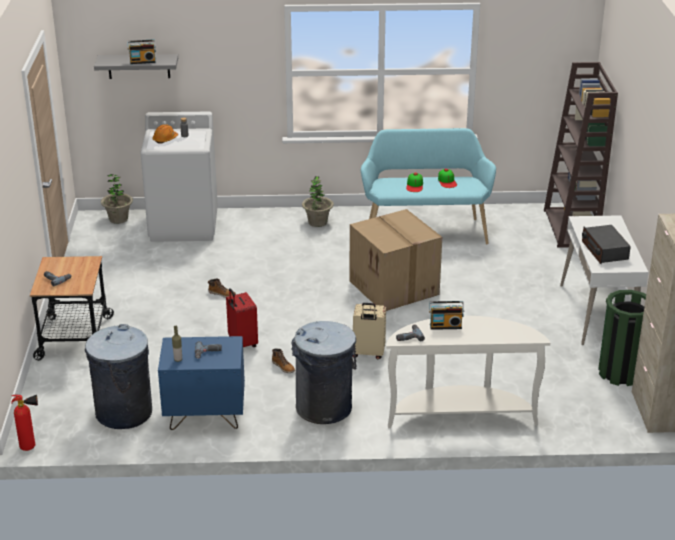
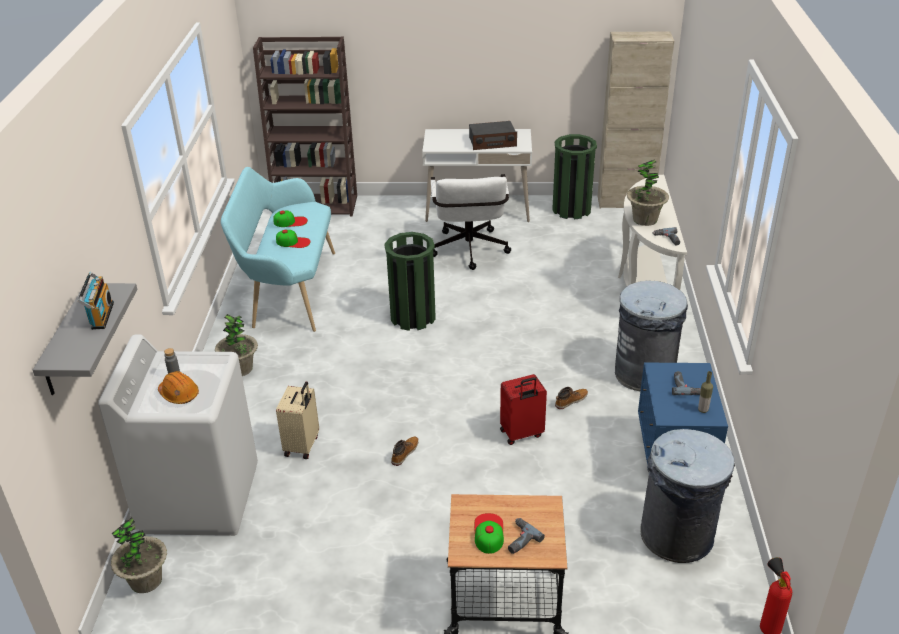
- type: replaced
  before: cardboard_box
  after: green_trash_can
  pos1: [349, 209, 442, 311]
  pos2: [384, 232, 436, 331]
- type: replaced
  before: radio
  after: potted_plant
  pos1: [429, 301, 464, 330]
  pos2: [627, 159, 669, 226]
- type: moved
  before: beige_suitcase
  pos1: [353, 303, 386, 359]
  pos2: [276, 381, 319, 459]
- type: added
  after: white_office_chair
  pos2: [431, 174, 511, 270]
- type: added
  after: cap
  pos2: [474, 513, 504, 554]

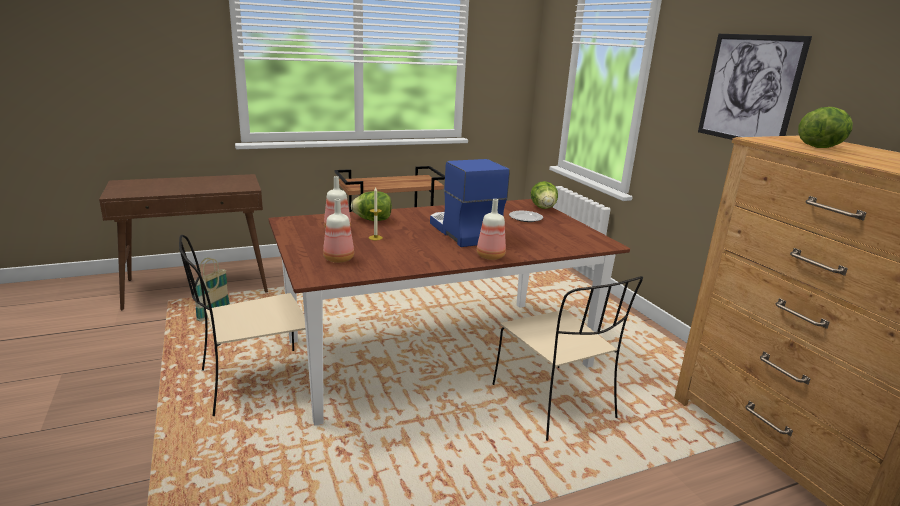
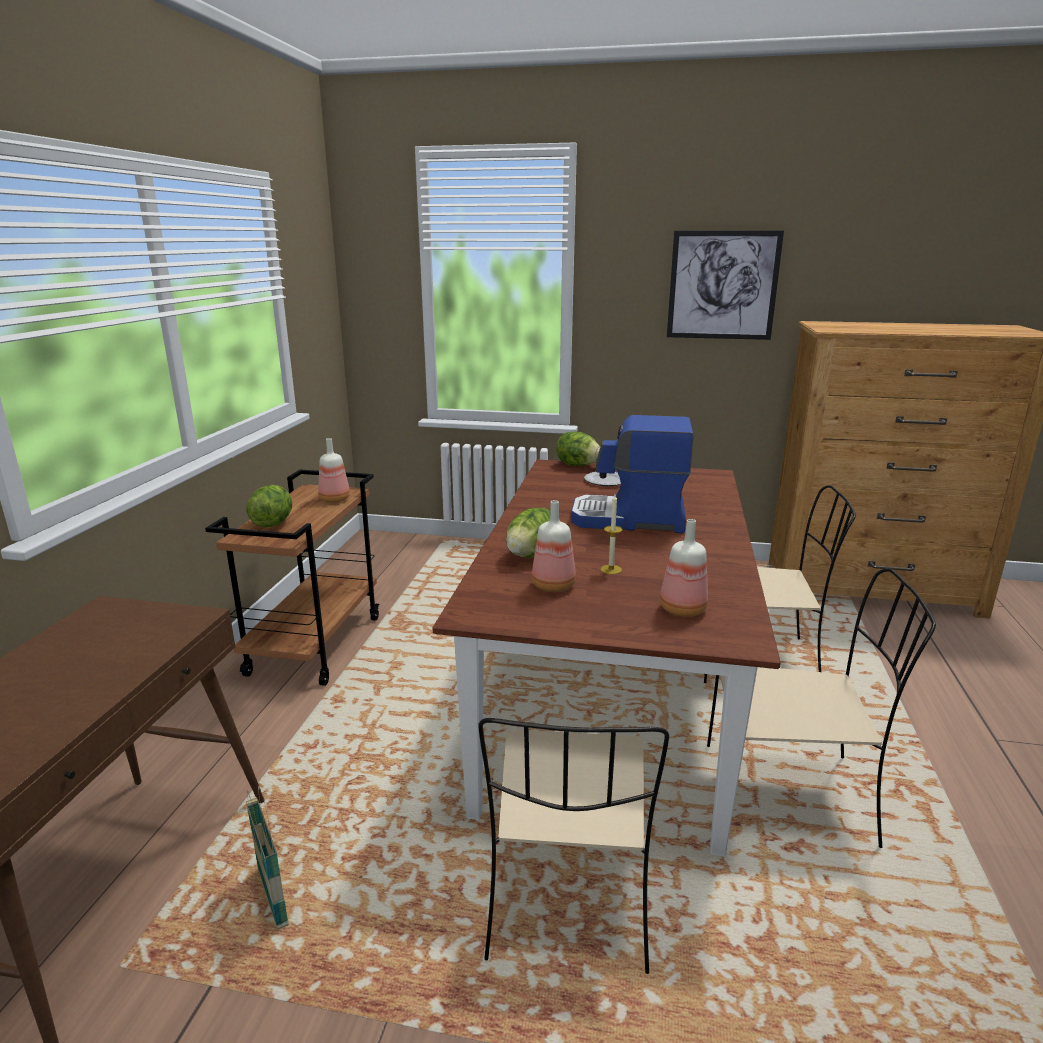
- type: moved
  before: lettuce
  pos1: [798, 107, 853, 148]
  pos2: [246, 485, 292, 528]
- type: moved
  before: bottle
  pos1: [477, 199, 506, 260]
  pos2: [318, 438, 350, 503]
- type: added
  after: beige_chair
  pos2: [707, 568, 936, 848]

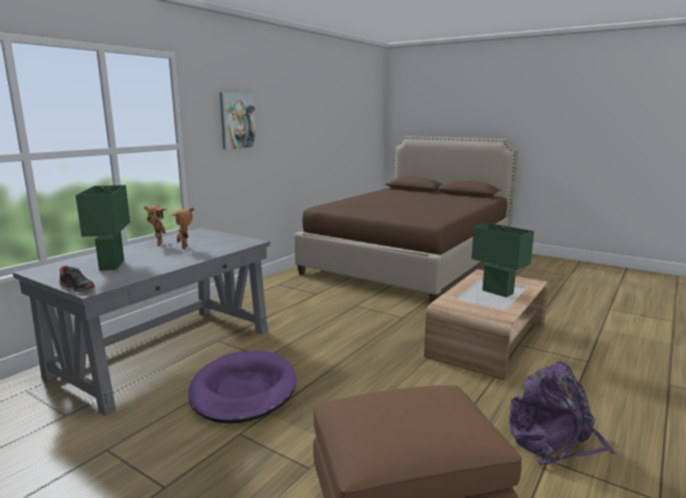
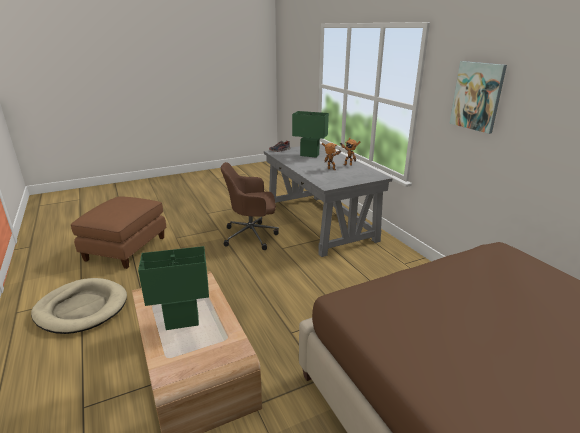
- type: replaced
  before: purple_dog_bed
  after: brown_office_chair
  pos1: [188, 351, 296, 423]
  pos2: [221, 162, 279, 250]
- type: replaced
  before: purple_backpack
  after: beige_dog_bed
  pos1: [509, 361, 616, 465]
  pos2: [31, 278, 127, 334]

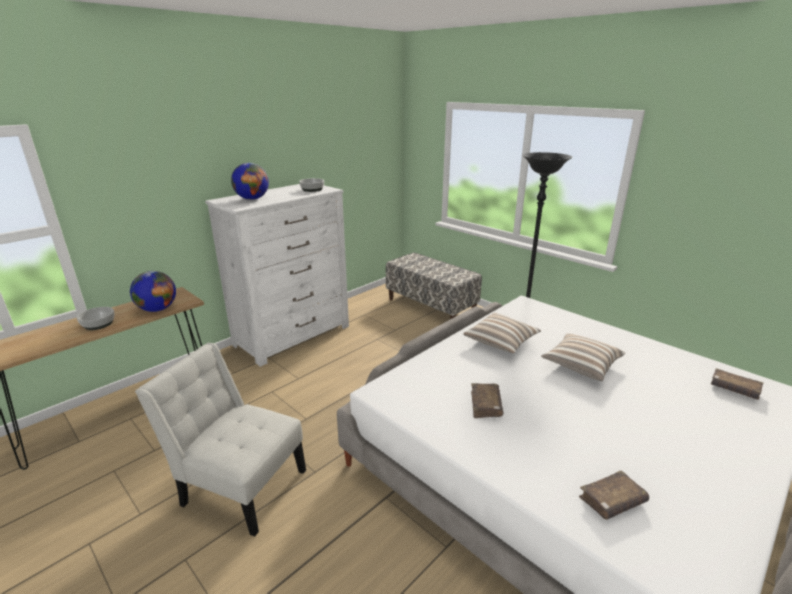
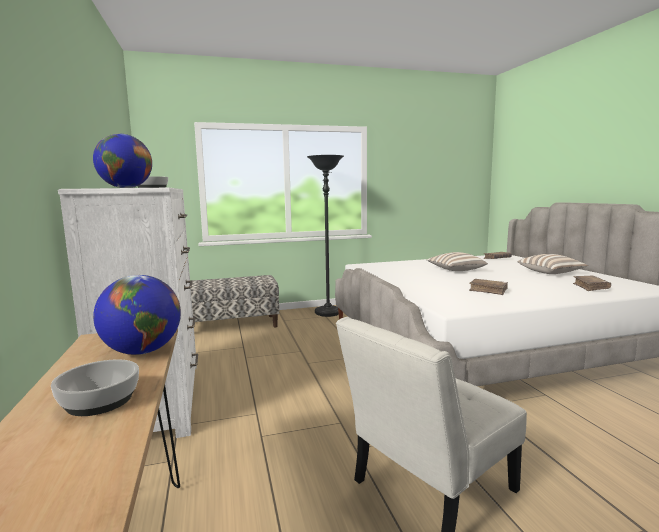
- type: moved
  before: pillow
  pos1: [463, 313, 541, 353]
  pos2: [518, 254, 588, 274]

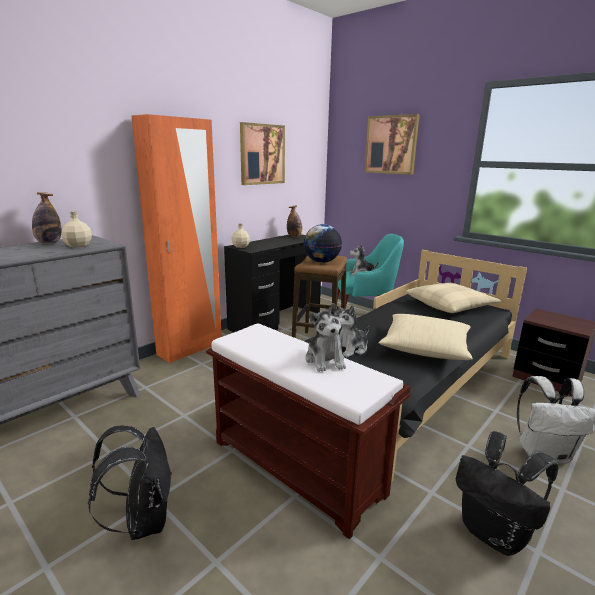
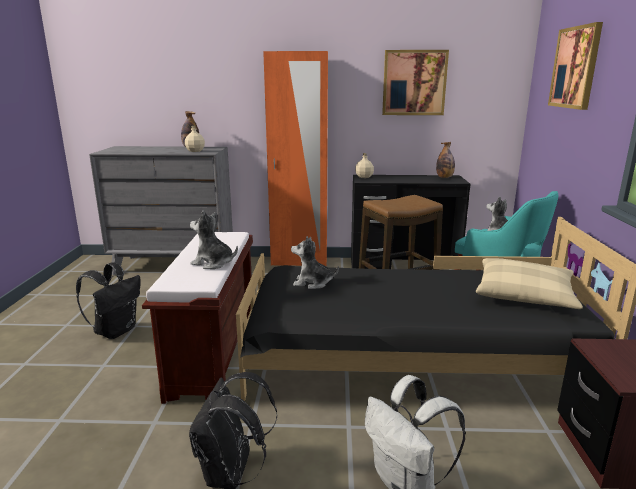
- type: removed
  before: globe
  pos1: [304, 224, 342, 263]
- type: turned
  before: plush_toy
  pos1: [305, 303, 346, 372]
  pos2: [190, 210, 238, 269]
  turn: 75
- type: removed
  before: beige_pillow
  pos1: [379, 314, 473, 360]

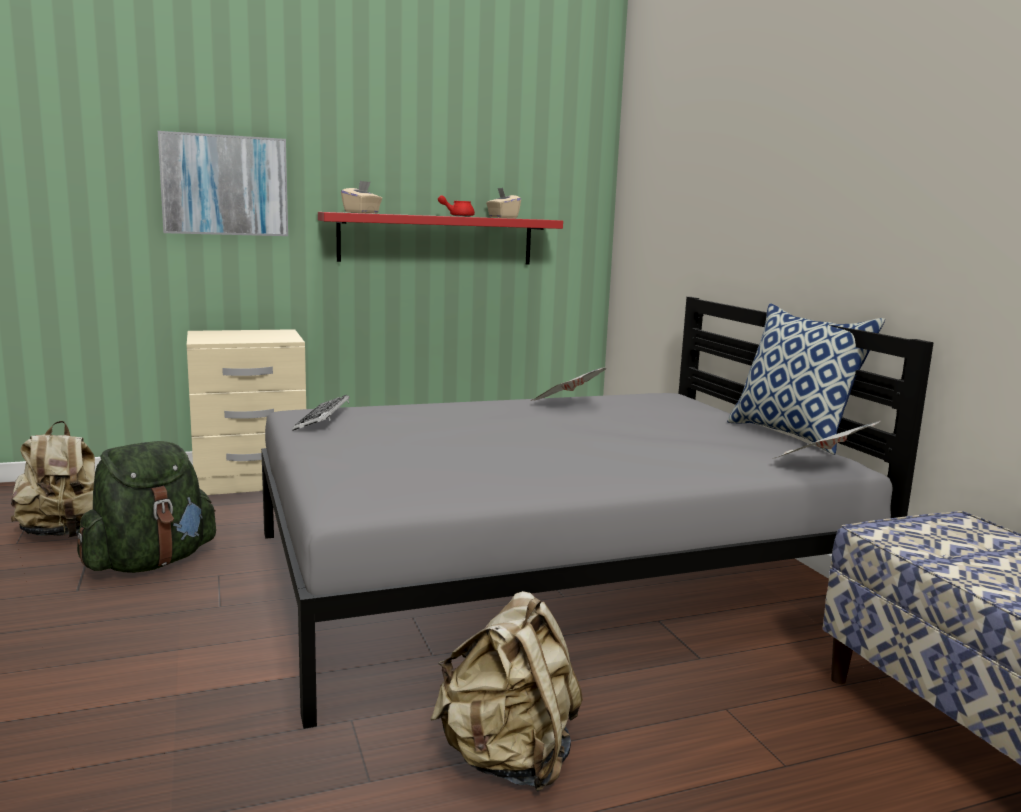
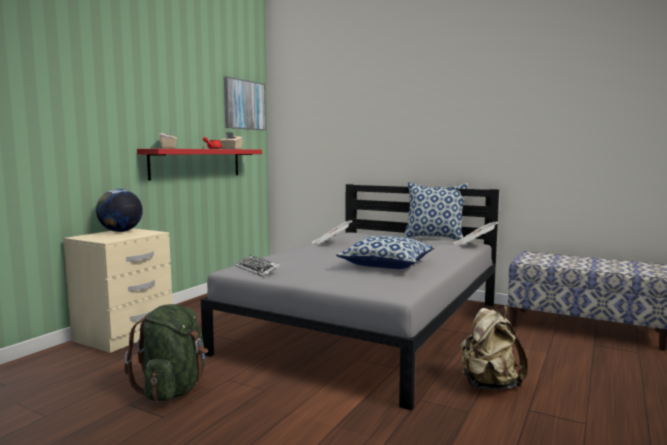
- type: moved
  before: picture
  pos1: [158, 131, 288, 236]
  pos2: [224, 76, 266, 130]
- type: removed
  before: beige_backpack
  pos1: [11, 421, 95, 538]
- type: added
  after: globe
  pos2: [96, 189, 143, 232]
- type: added
  after: pillow
  pos2: [336, 236, 435, 269]

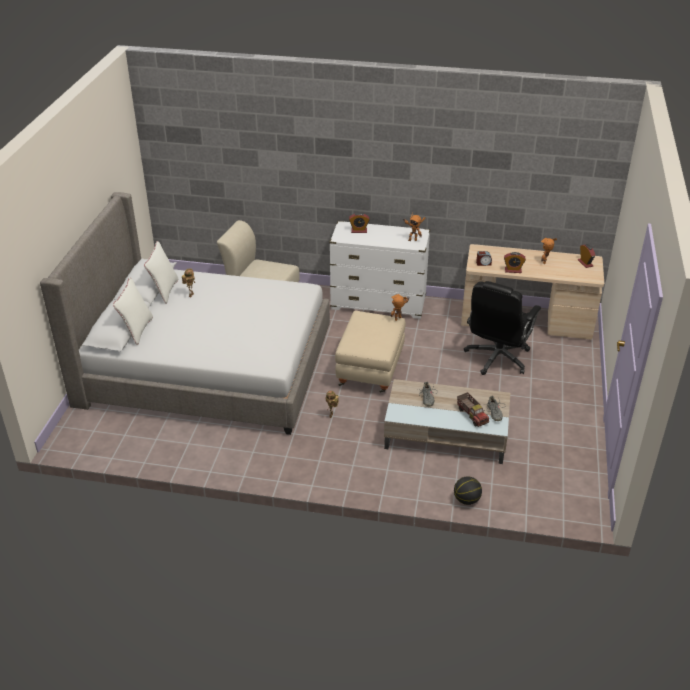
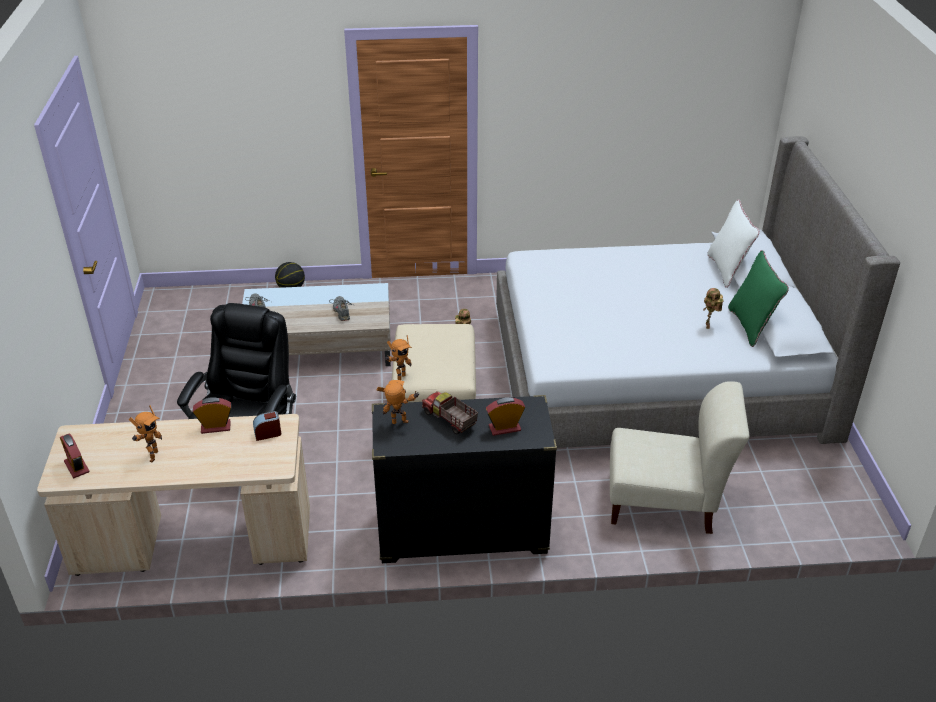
- type: recoloured
  before: white_dresser
  after: black_dresser
  pos1: [329, 221, 430, 319]
  pos2: [372, 395, 557, 563]
- type: recoloured
  before: white_pillow
  after: green_pillow
  pos1: [144, 241, 178, 304]
  pos2: [728, 250, 789, 347]
- type: moved
  before: toy_truck
  pos1: [457, 392, 489, 427]
  pos2: [422, 391, 478, 434]

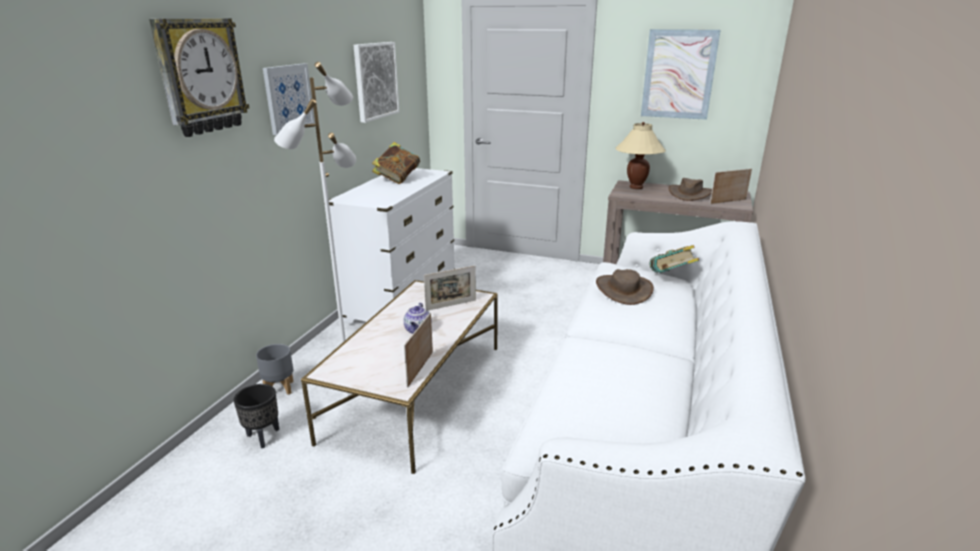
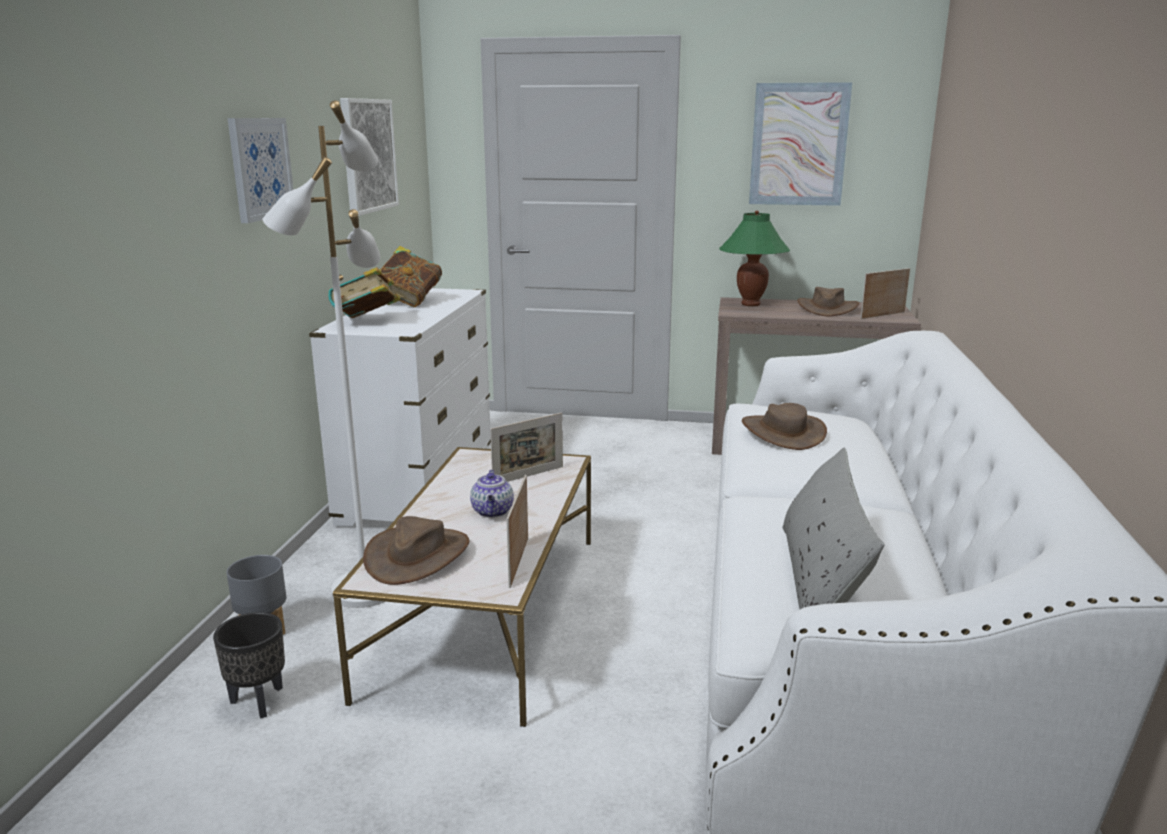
- type: removed
  before: wall_clock
  pos1: [149, 19, 249, 137]
- type: recoloured
  before: beige_table_lamp
  after: green_table_lamp
  pos1: [616, 122, 666, 189]
  pos2: [719, 210, 790, 307]
- type: moved
  before: book
  pos1: [650, 245, 699, 273]
  pos2: [328, 267, 401, 318]
- type: added
  after: grey_pillow
  pos2: [782, 447, 885, 609]
- type: added
  after: brown_hat
  pos2: [363, 516, 469, 585]

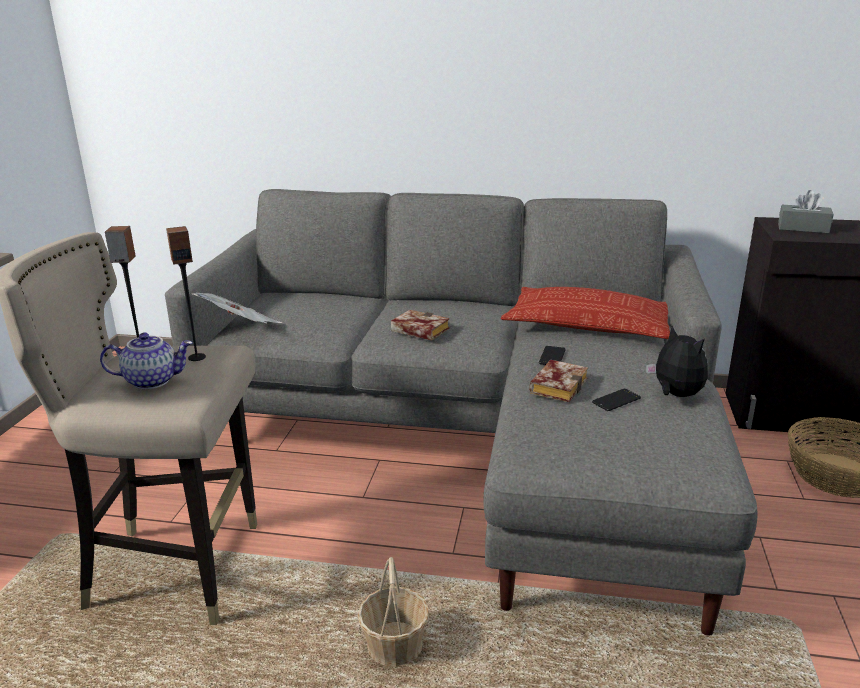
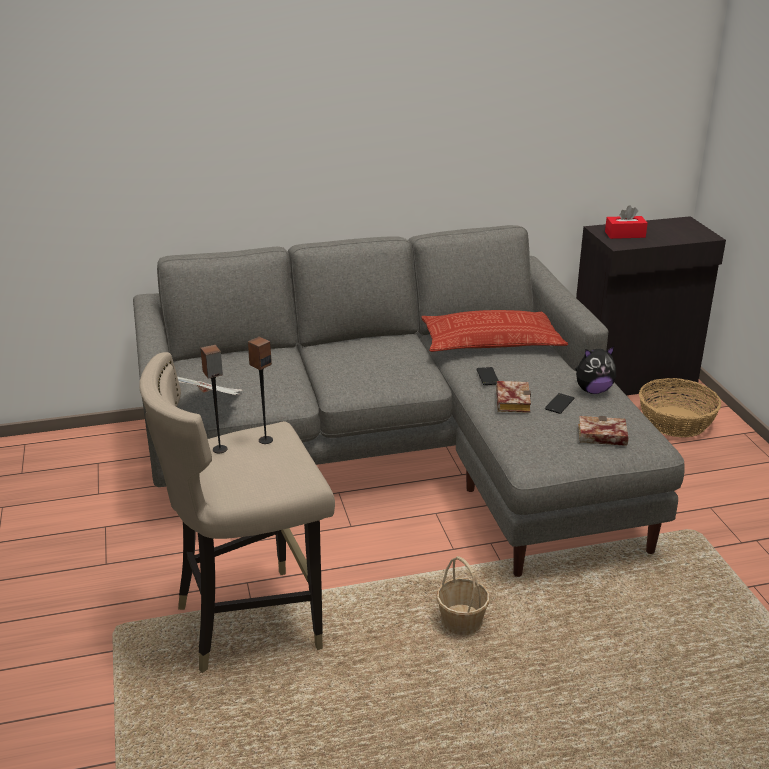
- type: recoloured
  before: grey_tissue_box
  after: red_tissue_box
  pos1: [778, 190, 834, 234]
  pos2: [605, 205, 648, 239]
- type: moved
  before: book
  pos1: [391, 310, 449, 341]
  pos2: [578, 416, 628, 446]
- type: turned
  before: plush_toy
  pos1: [646, 326, 708, 397]
  pos2: [575, 346, 616, 394]
  turn: 135
- type: removed
  before: teapot
  pos1: [100, 332, 193, 389]

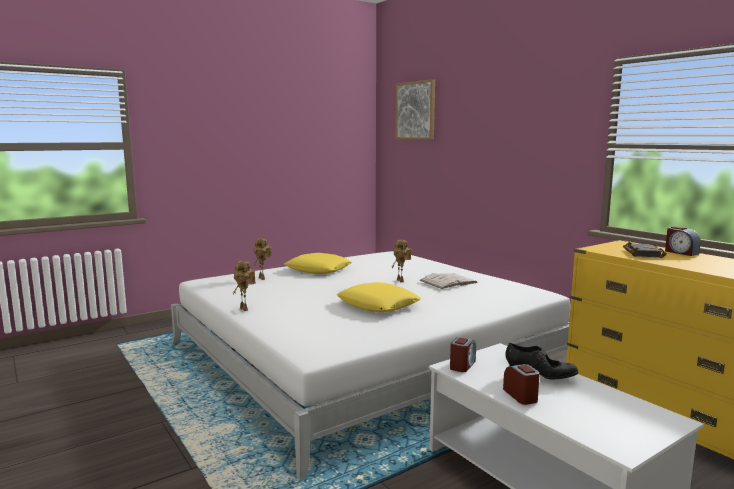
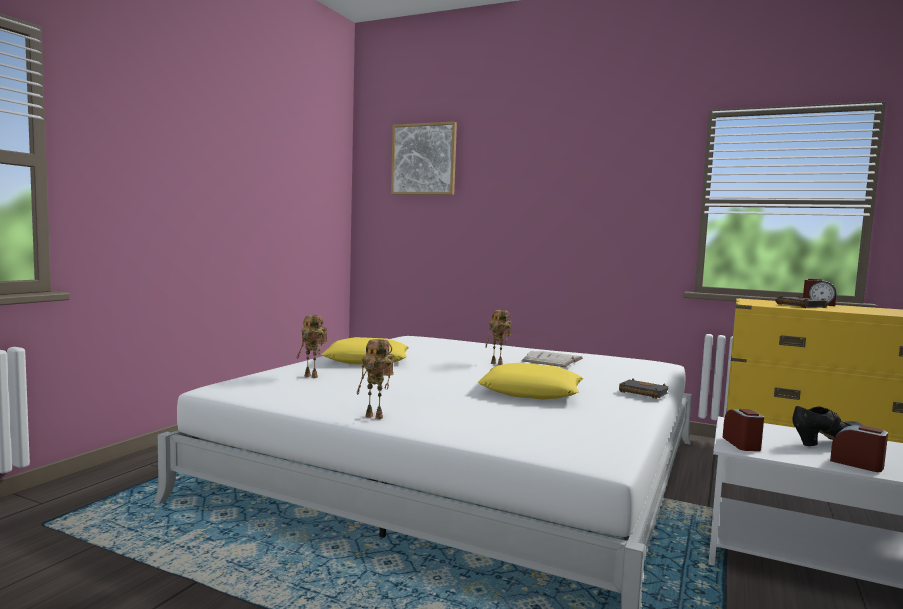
- type: added
  after: black_book
  pos2: [619, 378, 669, 399]

